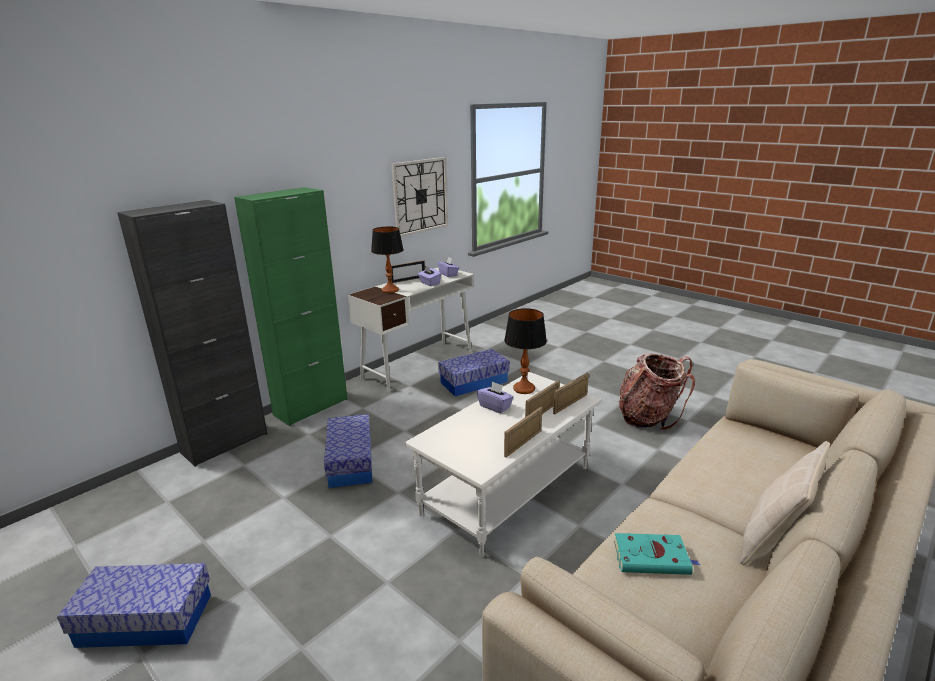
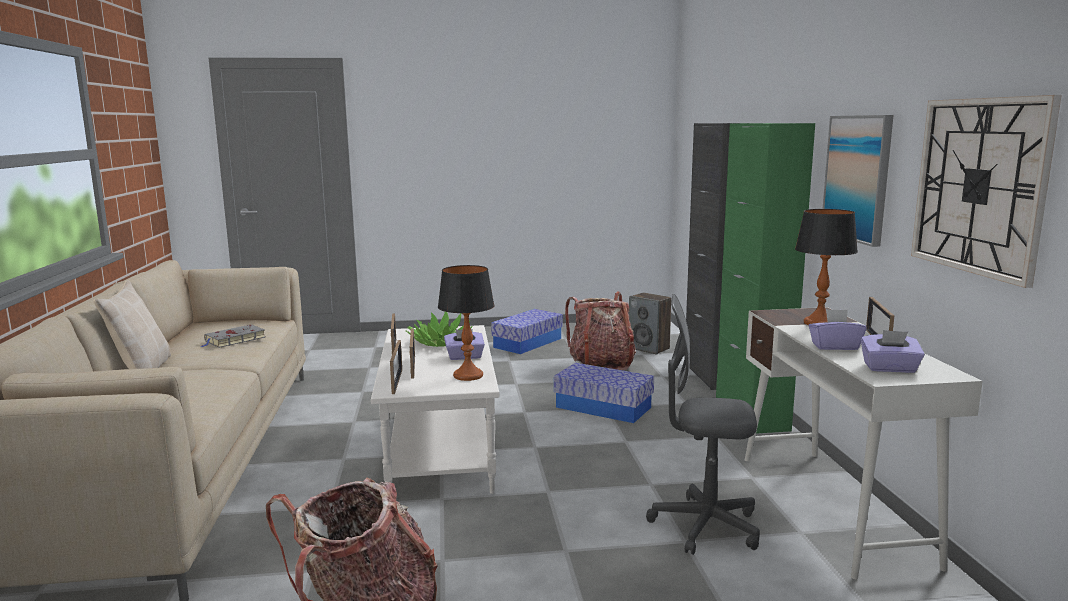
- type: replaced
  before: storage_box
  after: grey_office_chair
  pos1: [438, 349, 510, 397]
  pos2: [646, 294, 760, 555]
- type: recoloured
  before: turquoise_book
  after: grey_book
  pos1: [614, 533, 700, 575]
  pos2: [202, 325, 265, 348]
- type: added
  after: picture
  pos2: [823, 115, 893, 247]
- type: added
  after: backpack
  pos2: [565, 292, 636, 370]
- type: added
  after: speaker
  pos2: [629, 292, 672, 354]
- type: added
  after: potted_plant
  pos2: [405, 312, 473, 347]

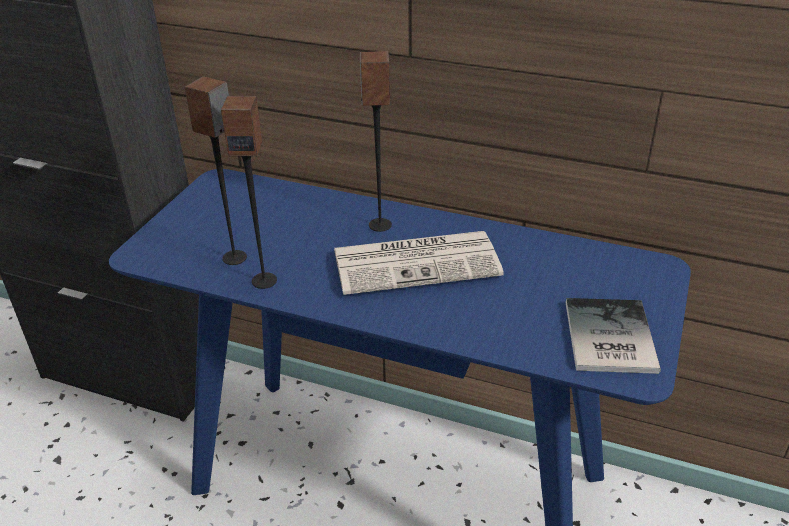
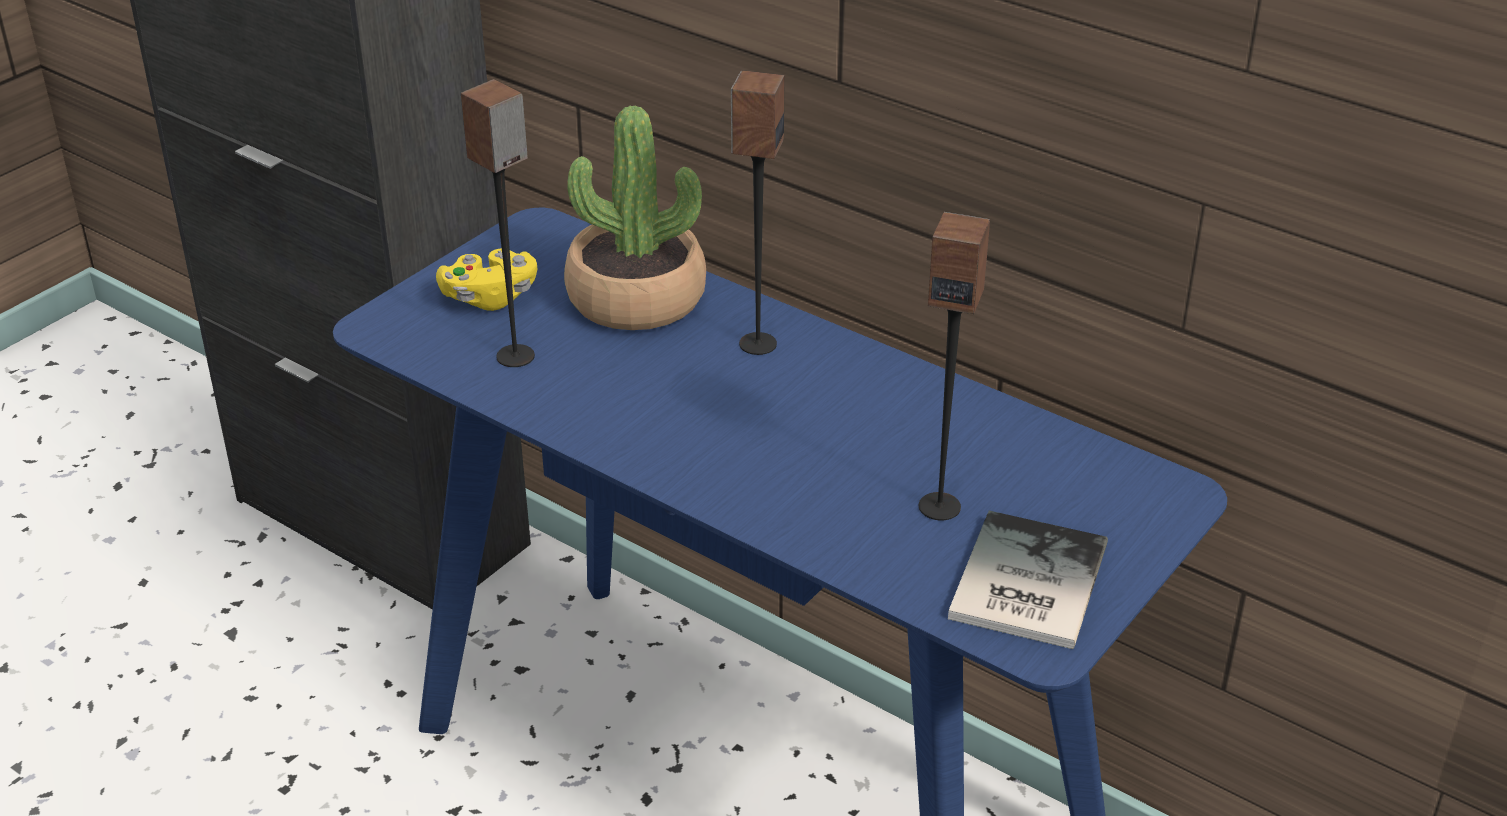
- type: moved
  before: speaker
  pos1: [221, 96, 277, 289]
  pos2: [919, 212, 990, 520]
- type: removed
  before: newspaper
  pos1: [334, 231, 504, 295]
- type: added
  after: potted_plant
  pos2: [564, 105, 706, 330]
- type: added
  after: yellow_game_controller
  pos2: [436, 248, 537, 311]

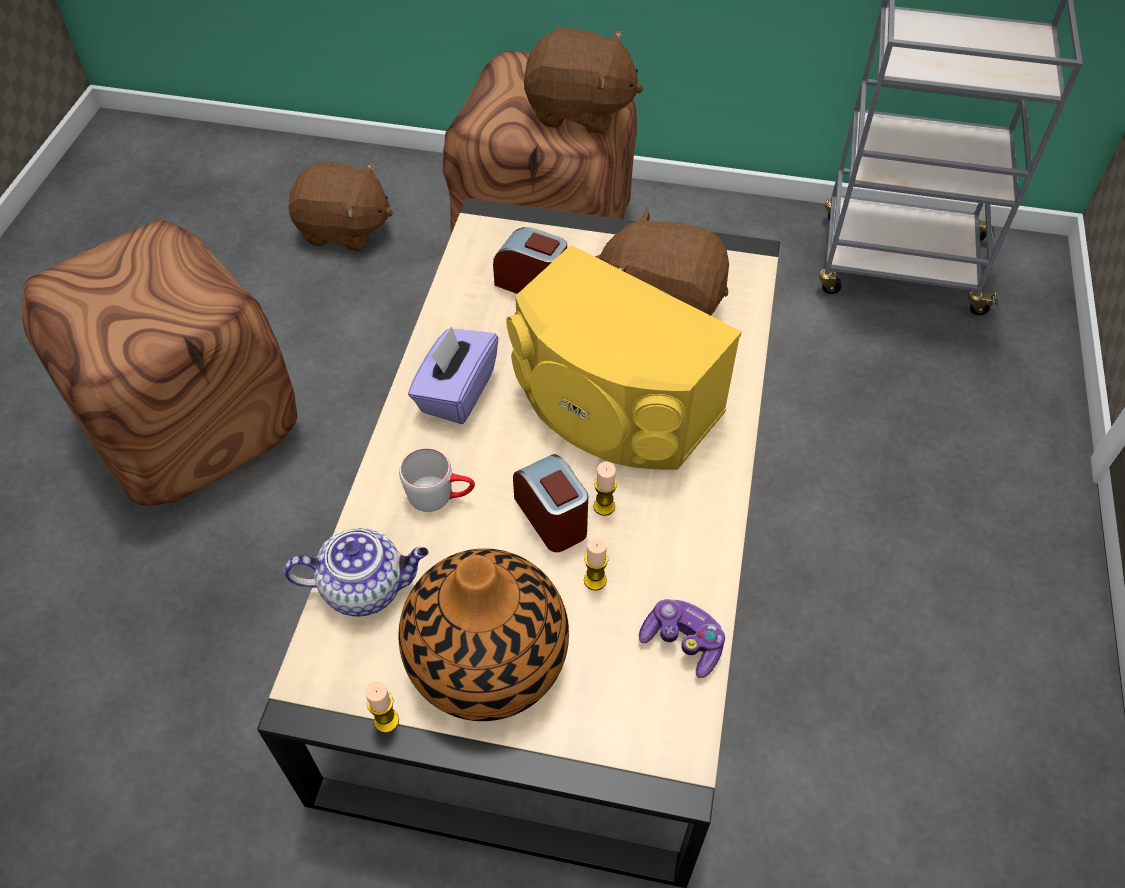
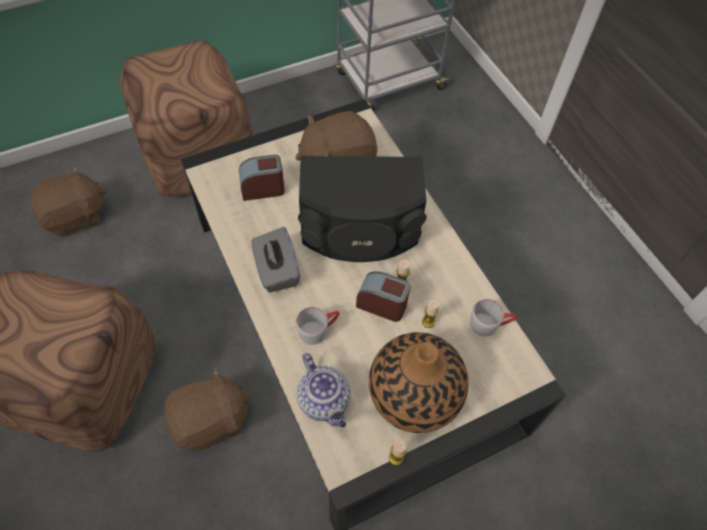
- type: moved
  before: brown_plush_toy
  pos1: [524, 28, 643, 134]
  pos2: [164, 367, 251, 451]
- type: recoloured
  before: yellow_speaker
  after: black_speaker
  pos1: [507, 245, 741, 470]
  pos2: [298, 156, 427, 262]
- type: recoloured
  before: purple_tissue_box
  after: grey_tissue_box
  pos1: [408, 326, 498, 424]
  pos2: [251, 227, 300, 292]
- type: turned
  before: teapot
  pos1: [284, 528, 429, 617]
  pos2: [297, 353, 351, 428]
  turn: 105
- type: replaced
  before: game_controller
  after: grey_mug
  pos1: [639, 599, 725, 678]
  pos2: [470, 299, 517, 336]

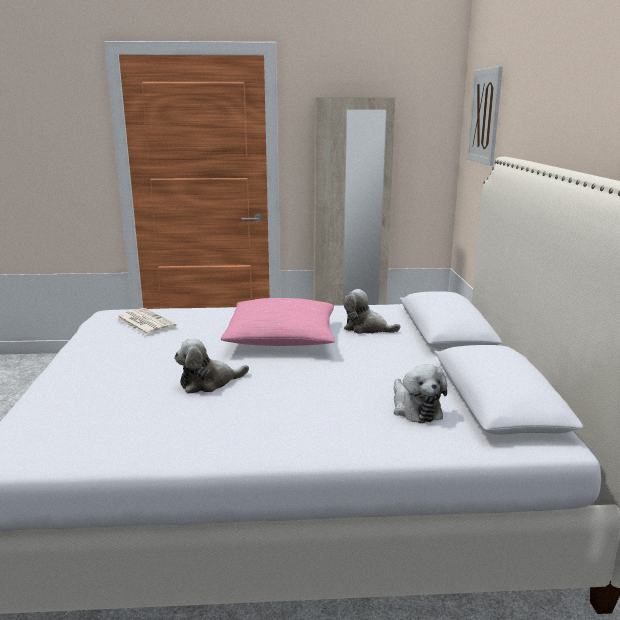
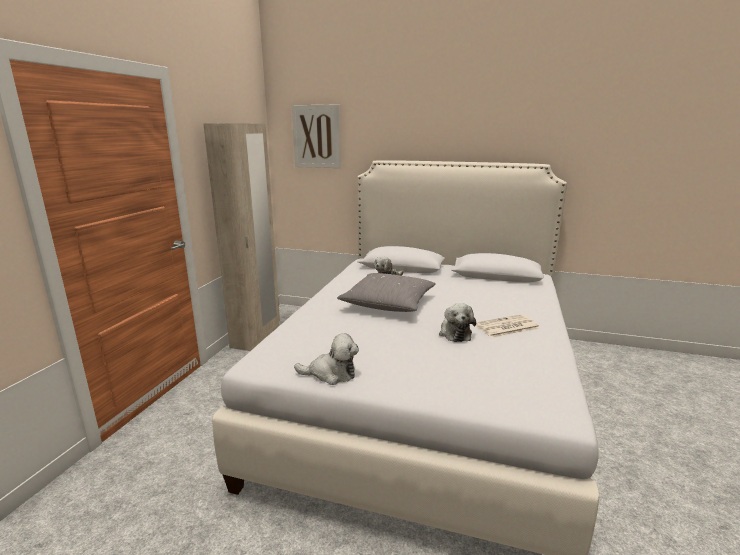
- type: recoloured
  before: pink_pillow
  after: grey_pillow
  pos1: [221, 298, 335, 346]
  pos2: [337, 273, 436, 312]
- type: moved
  before: newspaper
  pos1: [116, 308, 176, 336]
  pos2: [476, 314, 540, 338]
- type: moved
  before: plush_toy
  pos1: [394, 364, 447, 423]
  pos2: [294, 333, 359, 385]

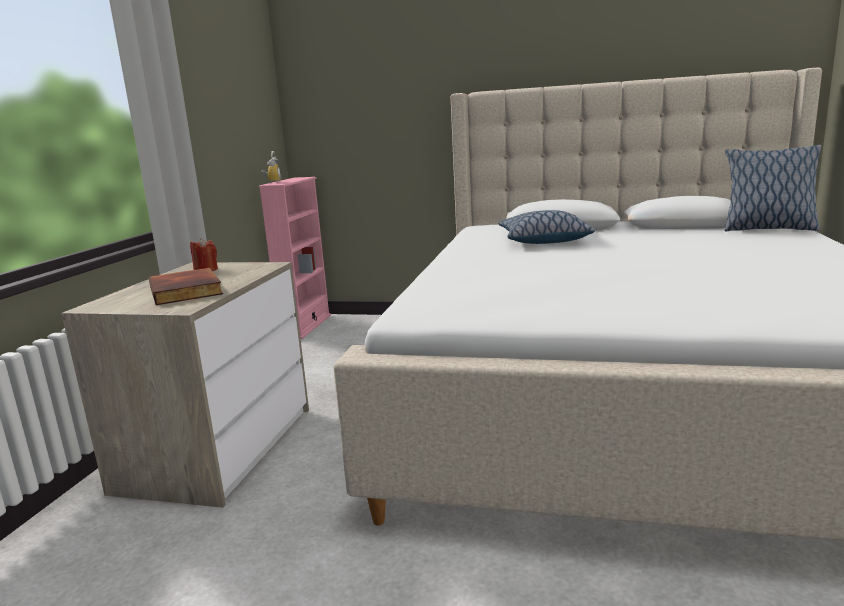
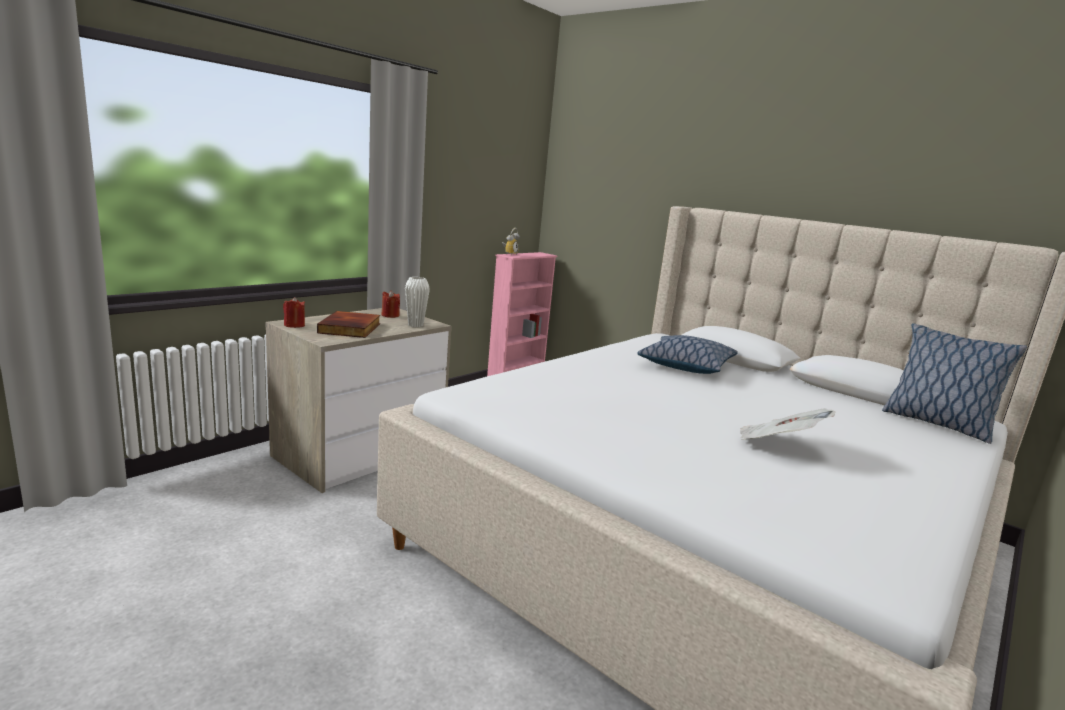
- type: added
  after: white_vase
  pos2: [405, 277, 430, 327]
- type: added
  after: red_candle
  pos2: [283, 297, 305, 328]
- type: added
  after: newspaper
  pos2: [740, 408, 835, 440]

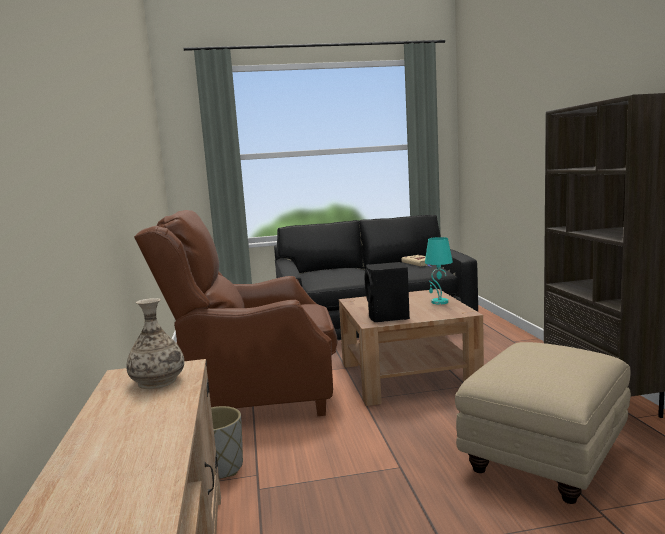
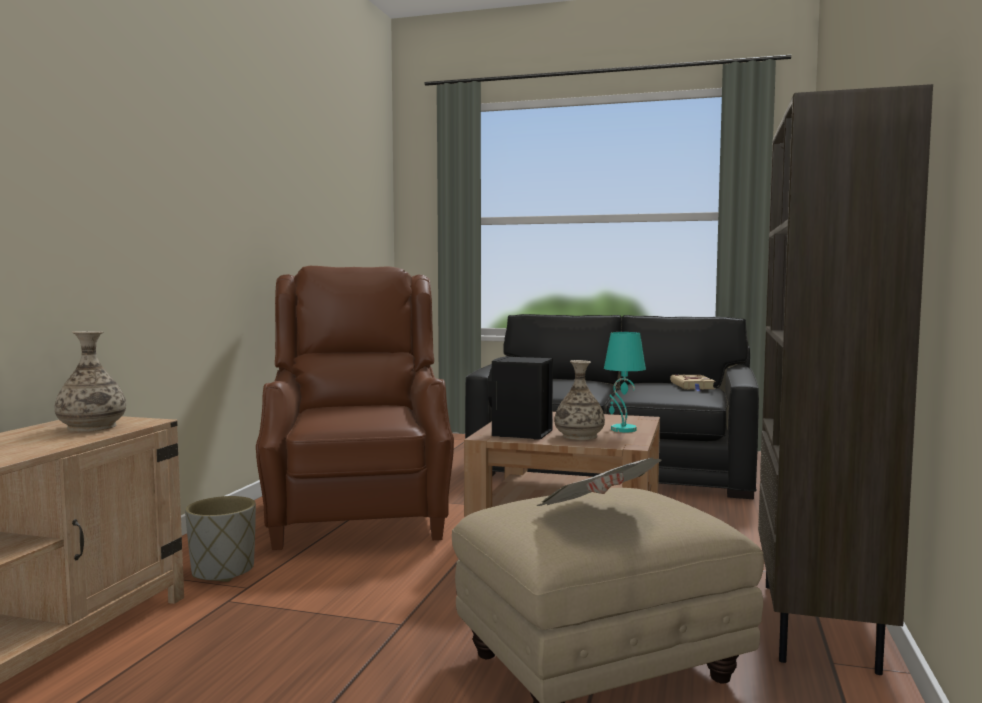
- type: turned
  before: brown_armchair
  pos1: [134, 210, 338, 416]
  pos2: [256, 266, 454, 550]
  turn: 60
- type: added
  after: vase
  pos2: [555, 360, 605, 440]
- type: added
  after: newspaper
  pos2: [536, 458, 662, 506]

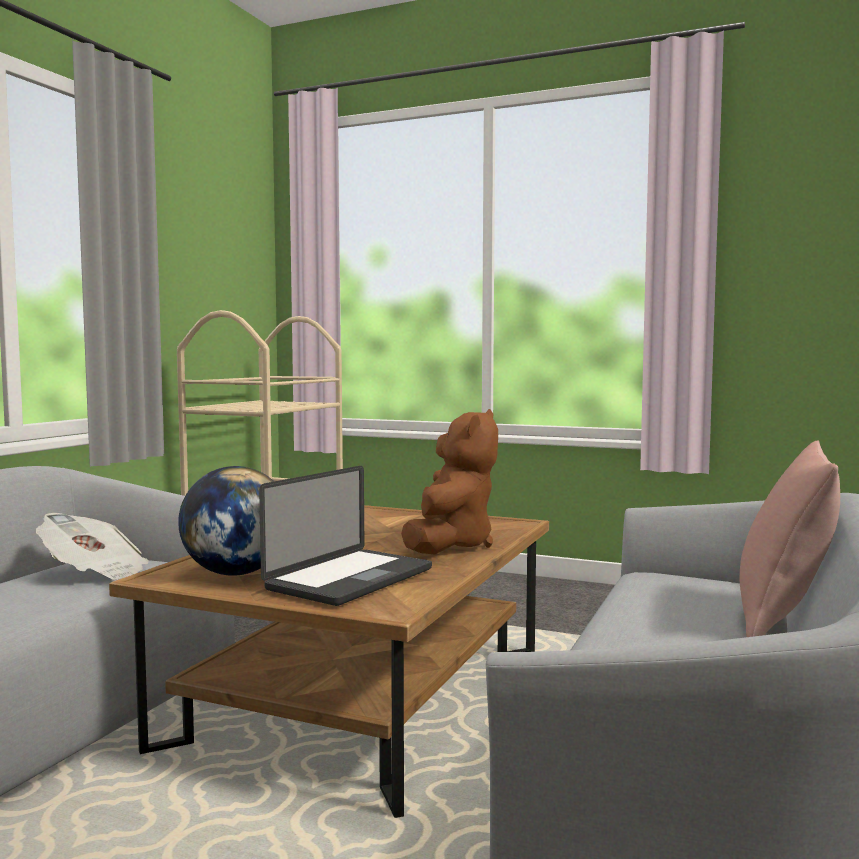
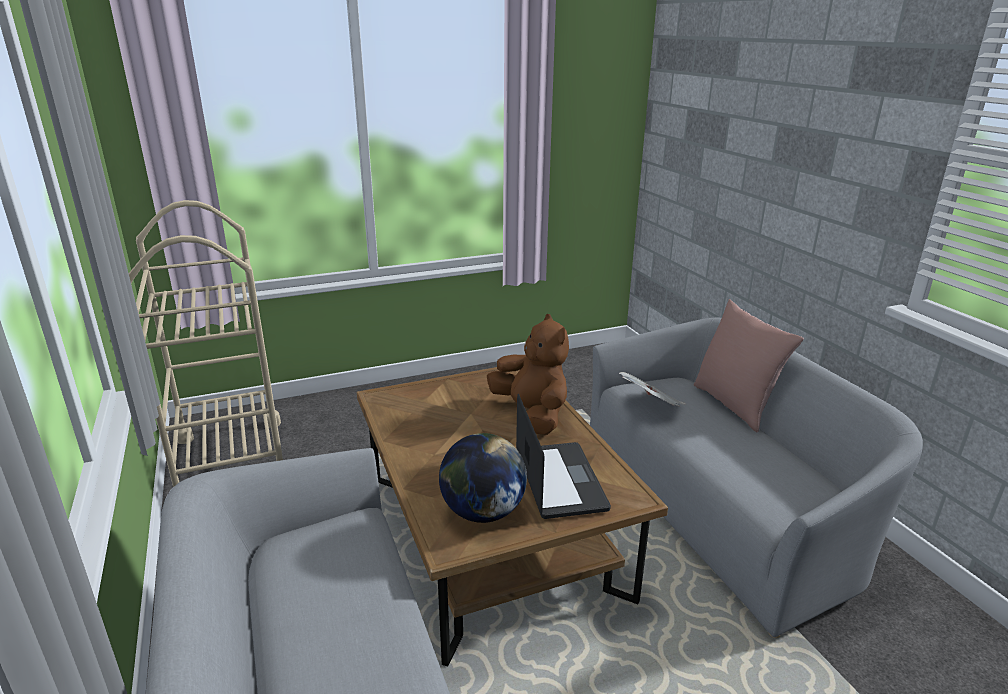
- type: moved
  before: newspaper
  pos1: [36, 513, 149, 581]
  pos2: [619, 372, 686, 406]

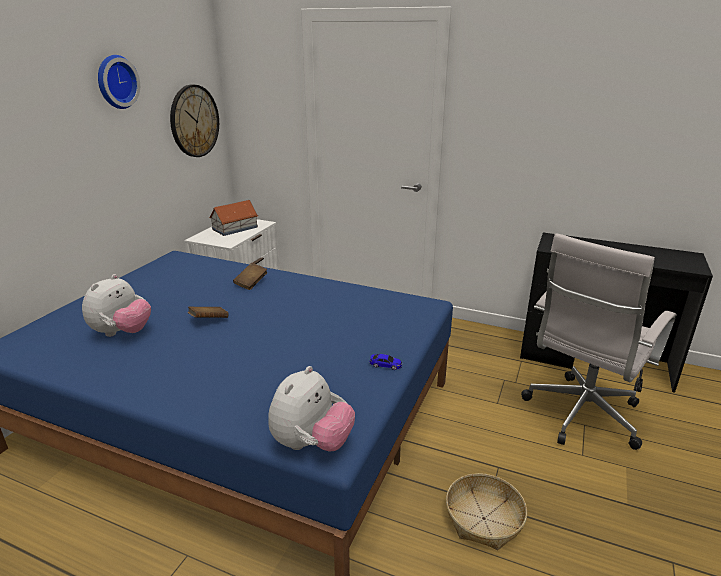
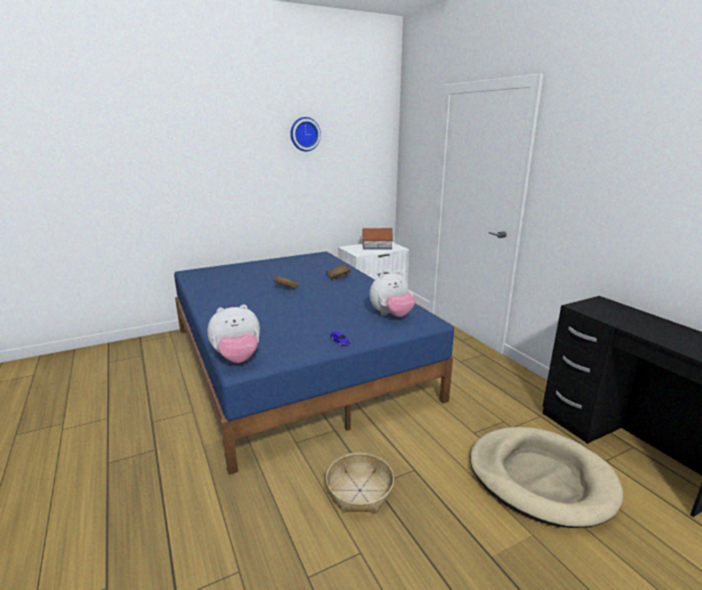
- type: removed
  before: wall_clock
  pos1: [170, 85, 219, 157]
- type: replaced
  before: white_office_chair
  after: beige_dog_bed
  pos1: [521, 233, 676, 450]
  pos2: [470, 427, 623, 528]
- type: moved
  before: plush_toy
  pos1: [82, 274, 151, 337]
  pos2: [370, 271, 415, 317]

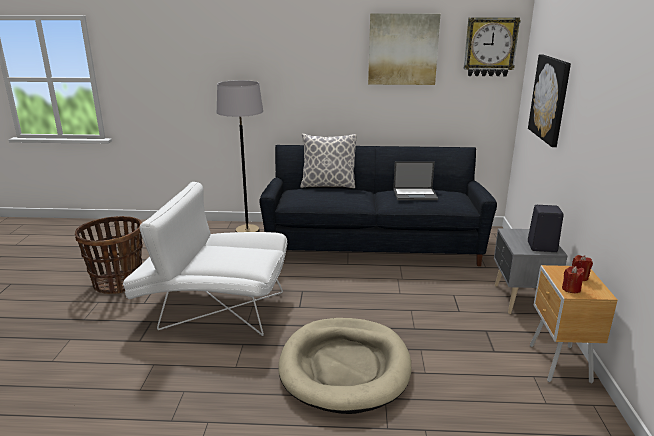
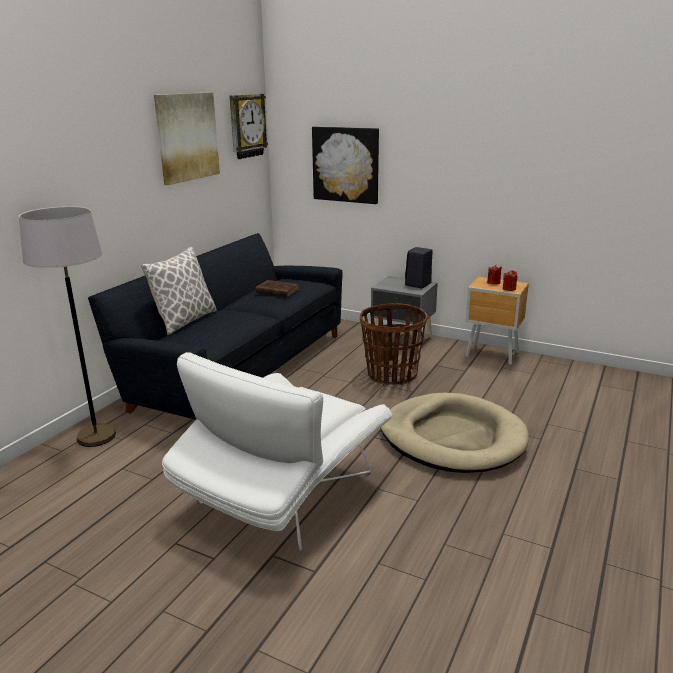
- type: replaced
  before: laptop
  after: brown_book
  pos1: [393, 162, 438, 200]
  pos2: [256, 280, 299, 297]
- type: moved
  before: basket
  pos1: [75, 216, 143, 294]
  pos2: [360, 303, 427, 385]

